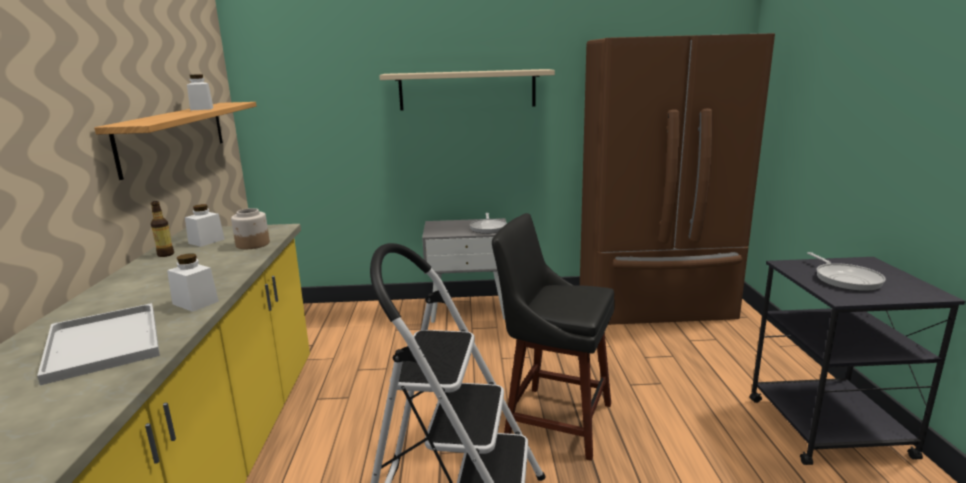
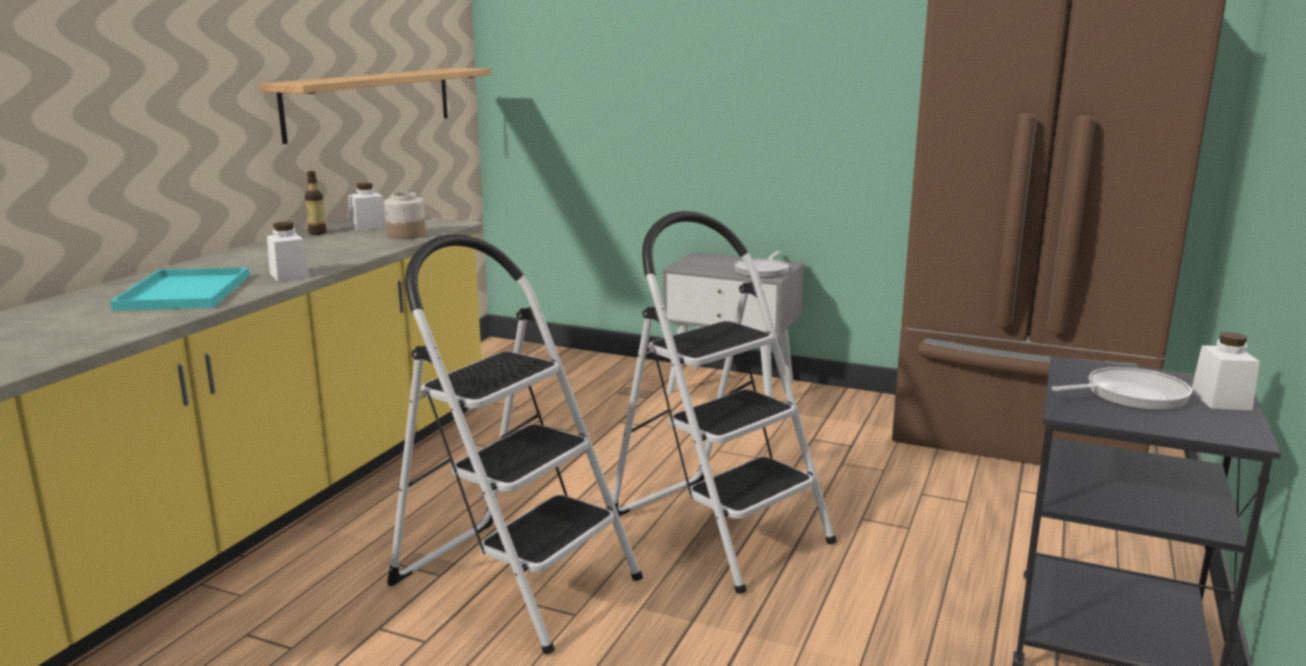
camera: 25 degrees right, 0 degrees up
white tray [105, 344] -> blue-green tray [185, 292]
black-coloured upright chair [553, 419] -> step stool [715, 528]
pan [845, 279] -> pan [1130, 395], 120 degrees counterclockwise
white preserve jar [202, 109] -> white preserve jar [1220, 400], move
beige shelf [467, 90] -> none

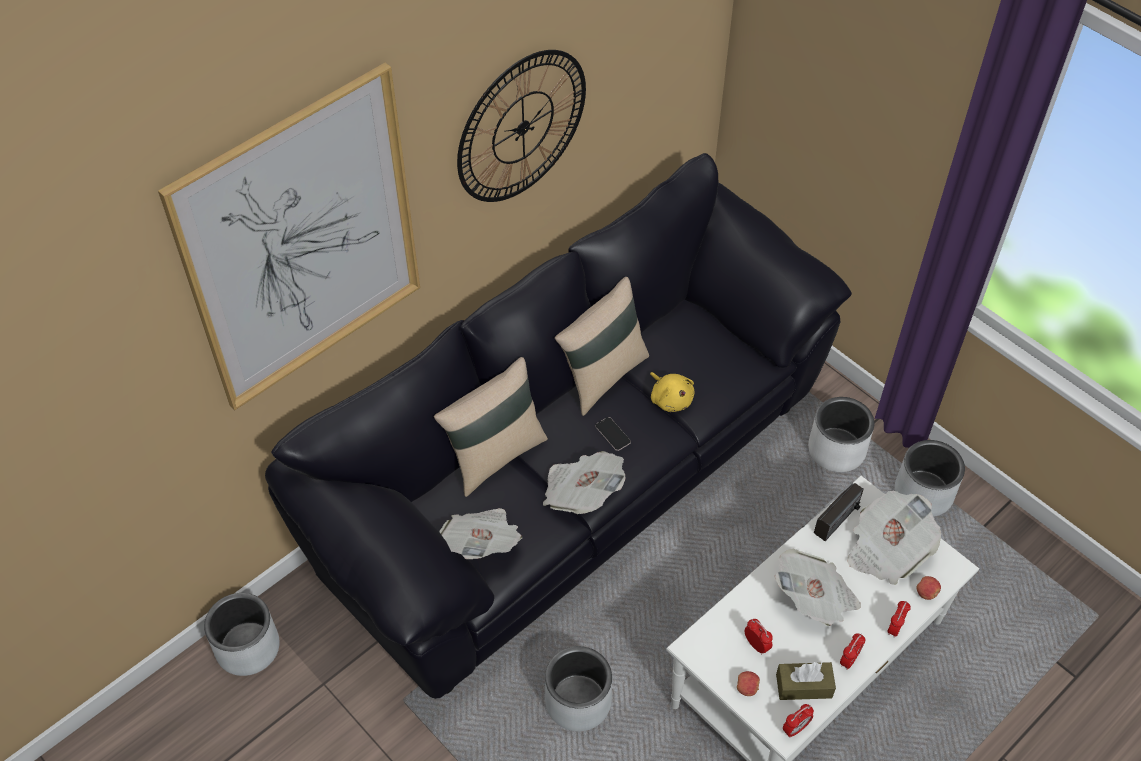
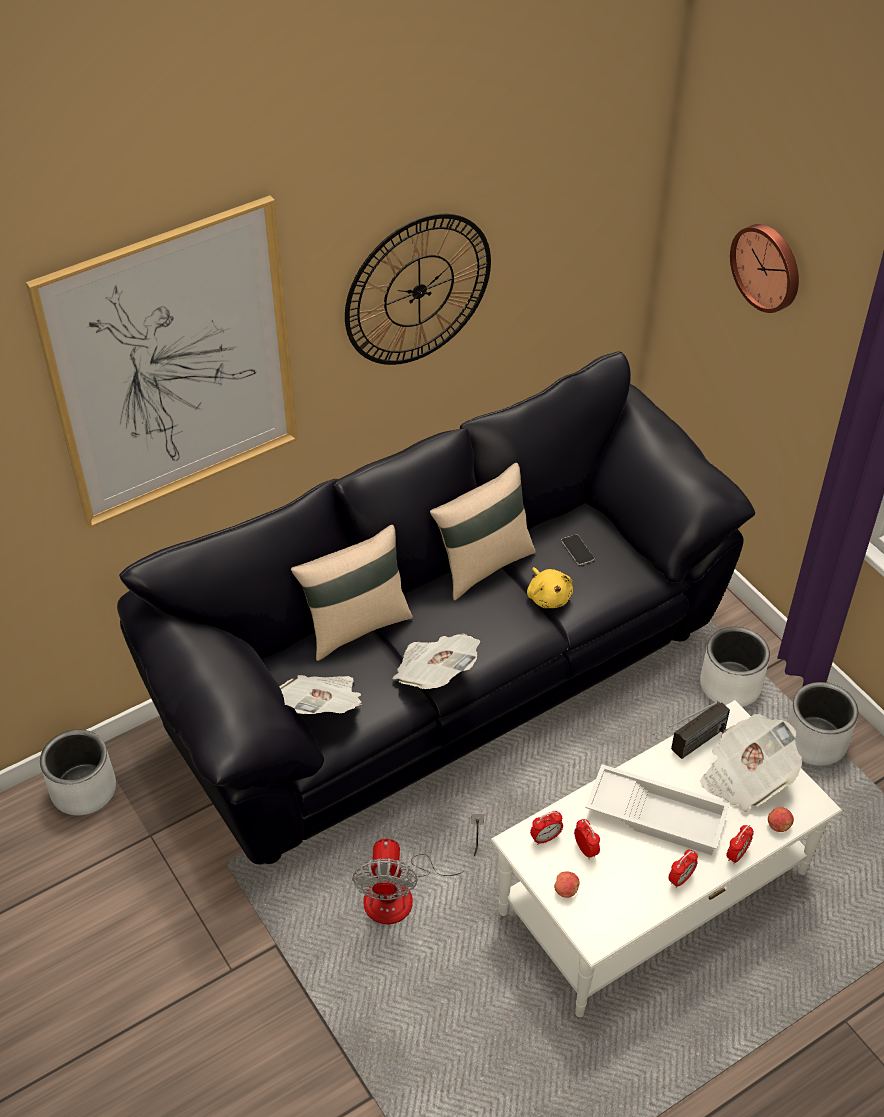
camera: 10 degrees right, 5 degrees down
greyish flower pot [578, 701] -> fan [404, 892]
bedside clock [795, 728] -> bedside clock [545, 838], move
handset [612, 434] -> handset [577, 550], move
daily paper [814, 599] -> white tray [657, 814]
none -> wall clock [768, 266]
brown tissue holder [804, 686] -> none

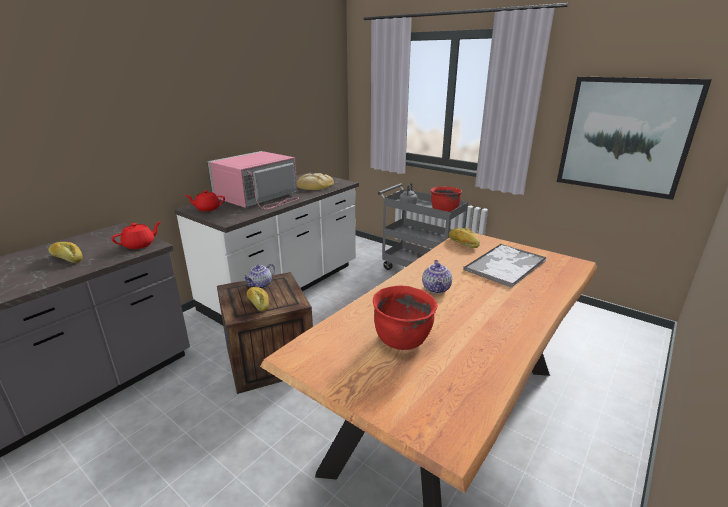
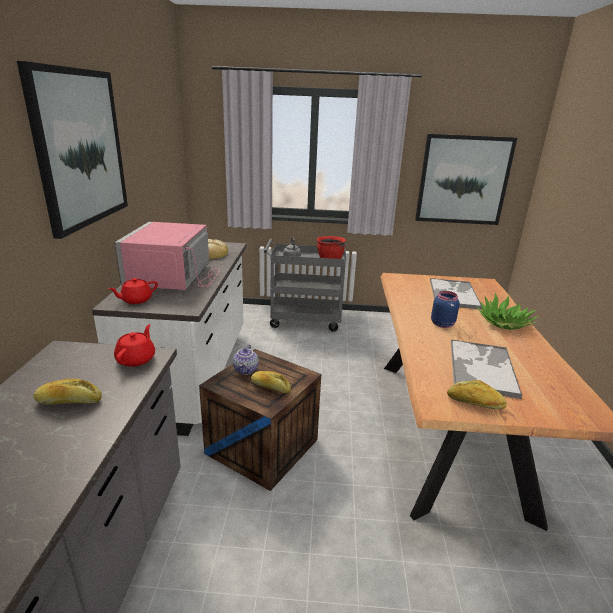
camera: 35 degrees left, 0 degrees up
none -> picture [80, 148]
teapot [437, 289] -> blue preserve jar [442, 324]
bread [463, 243] -> bread [475, 403], move
reddish saucepot [402, 340] -> tray [481, 367]
none -> plant in a pot [504, 323]

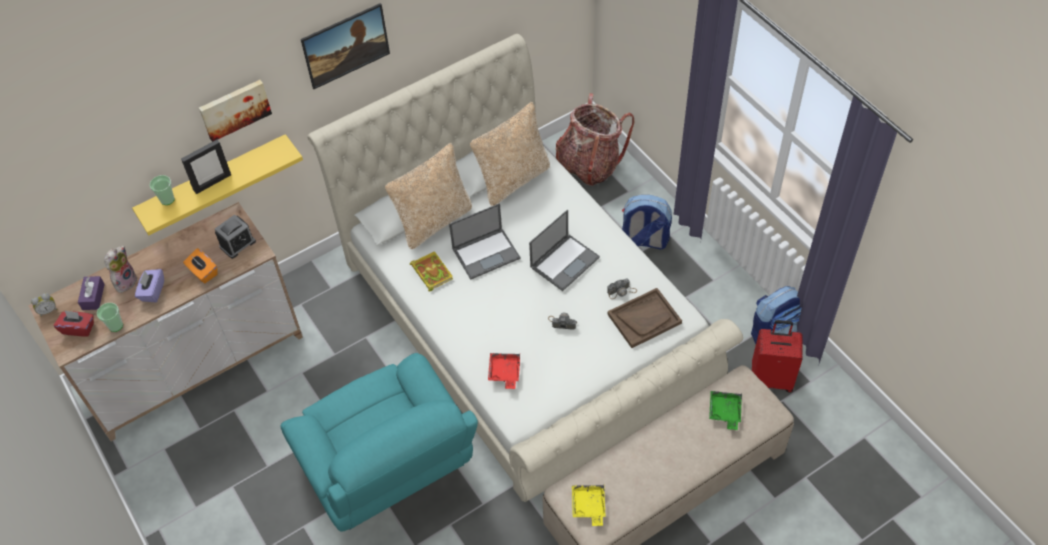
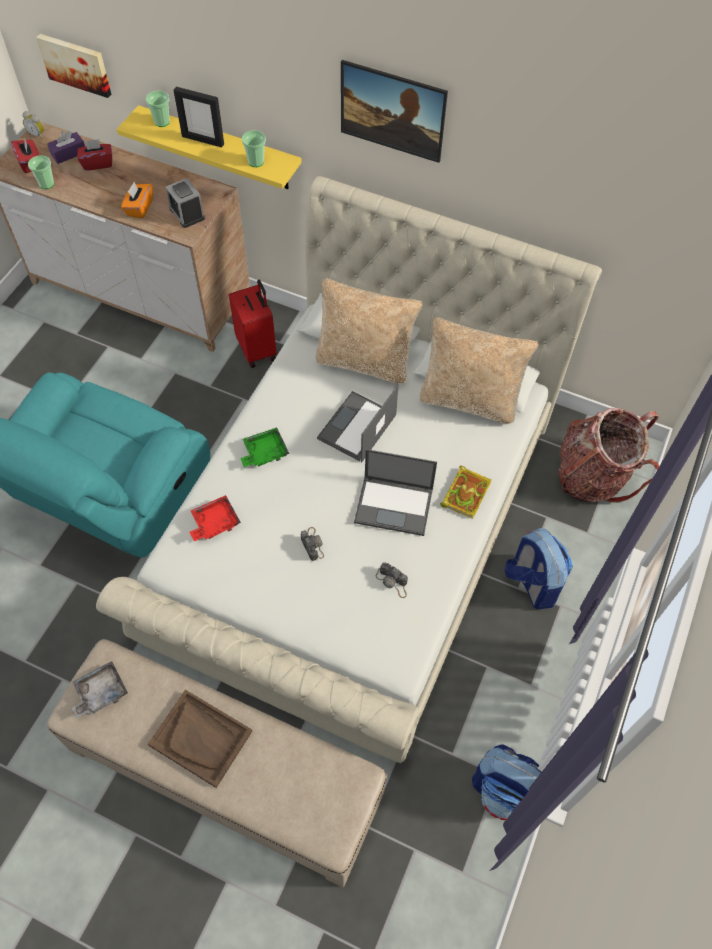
camera: 55 degrees right, 5 degrees up
picture [234, 109] -> picture [76, 64], move
yellowish tray [588, 506] -> greyish tray [100, 693]
cuddly toy [125, 281] -> reddish tissue holder [98, 163]
brown tray [644, 318] -> brown tray [201, 738], move
bedside clock [237, 244] -> bedside clock [187, 213], 45 degrees clockwise
reddish suitcase [771, 378] -> reddish suitcase [257, 349], move
greenish tray [724, 412] -> greenish tray [264, 452], move
none -> cup [256, 162]
laptop [486, 253] -> laptop [356, 428], 90 degrees clockwise
volume [431, 272] -> volume [466, 492], move
purple tissue holder [152, 291] -> none

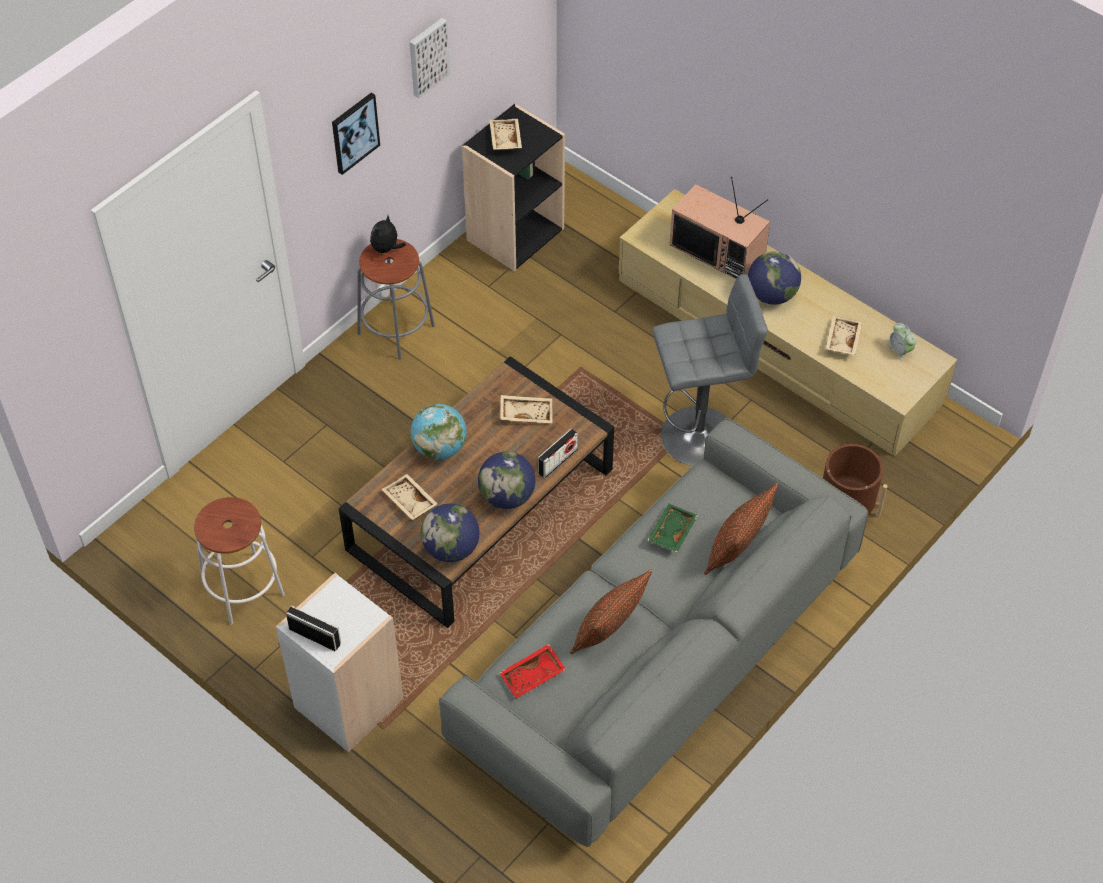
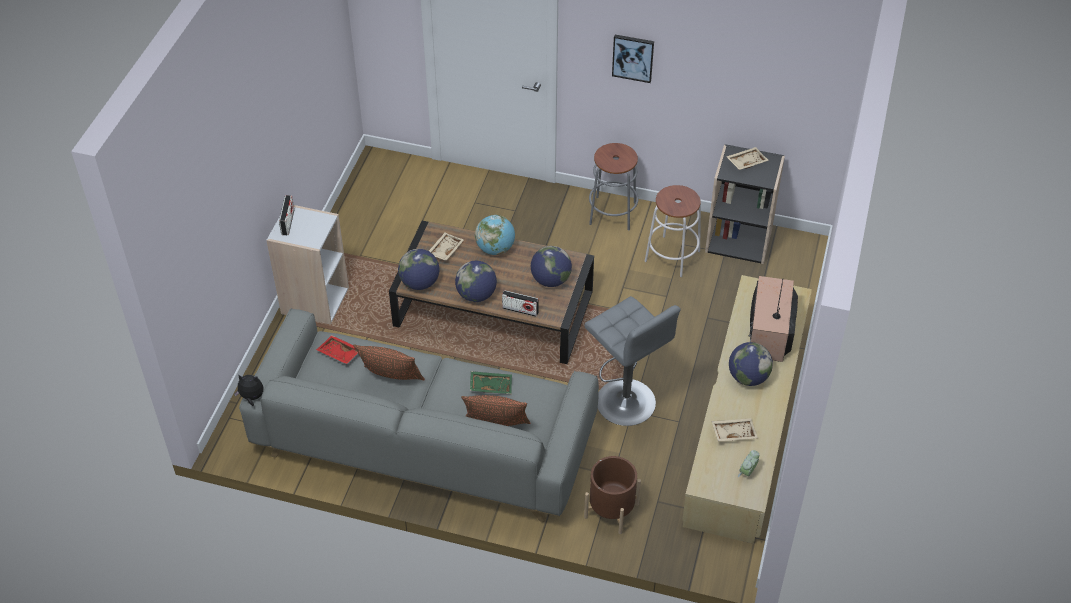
camera: 65 degrees right, 5 degrees down
cuddly toy [386, 249] -> cuddly toy [251, 397], move
beige tray [526, 413] -> world globe [550, 280]
white stool [243, 588] -> white stool [672, 256], move
picture [427, 56] -> none

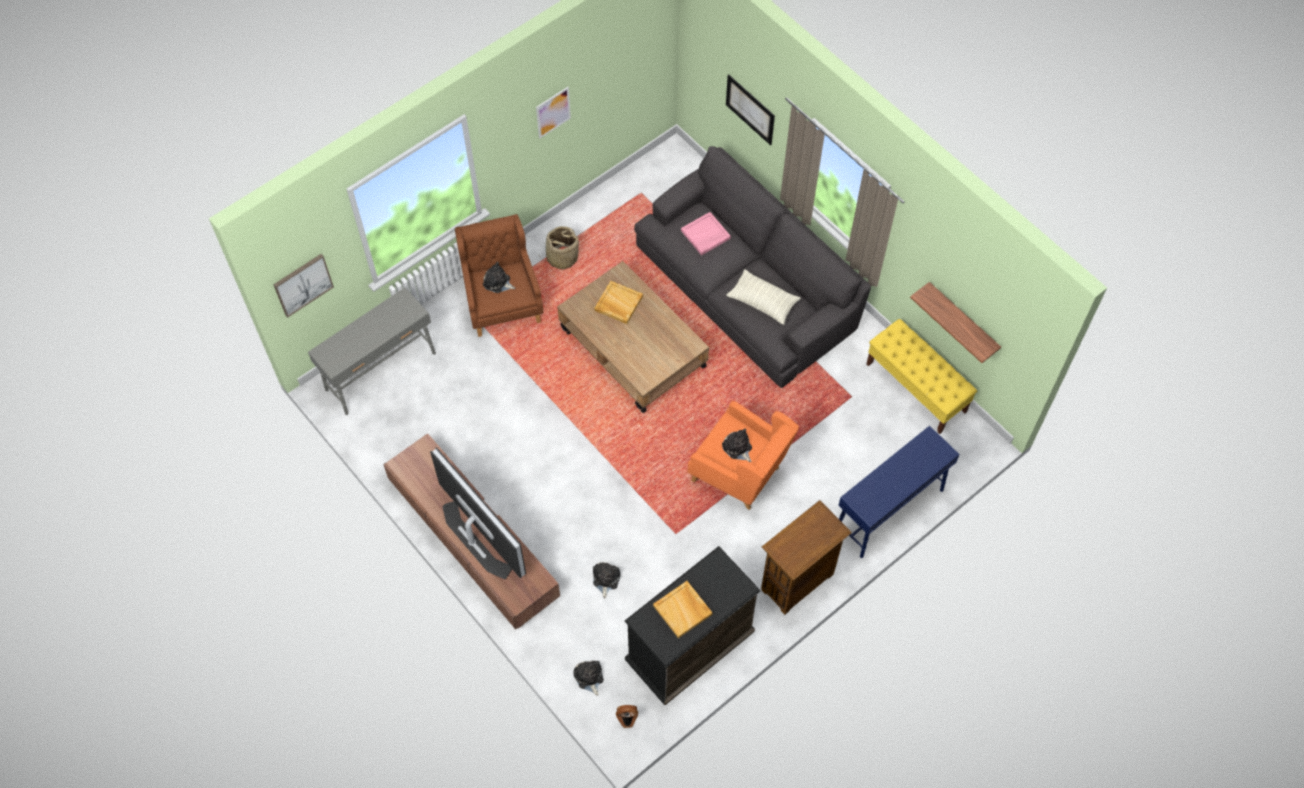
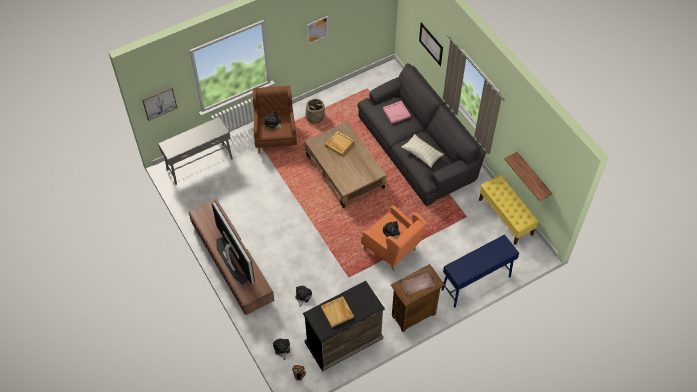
camera: 10 degrees right, 5 degrees down
none -> brown tray [418, 283]

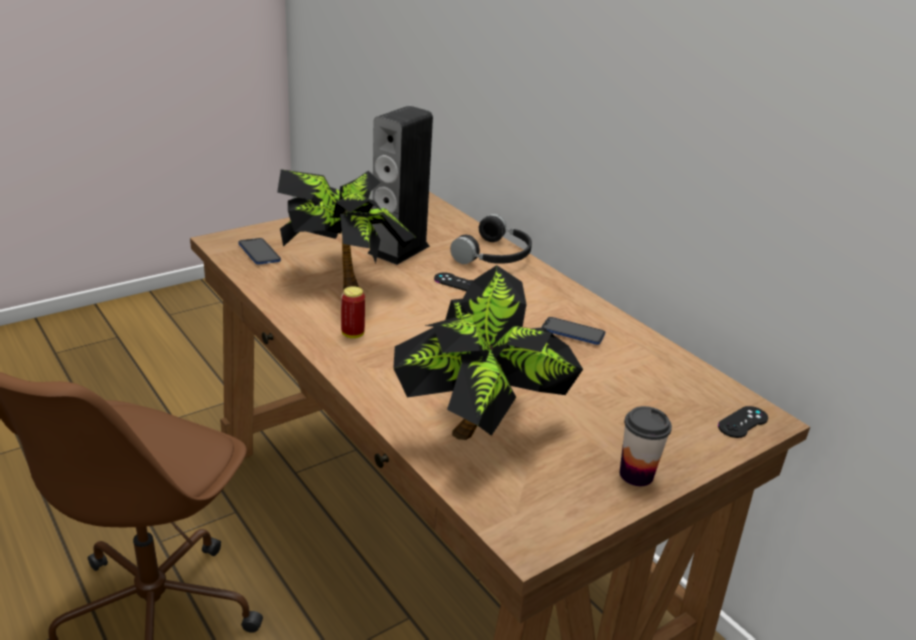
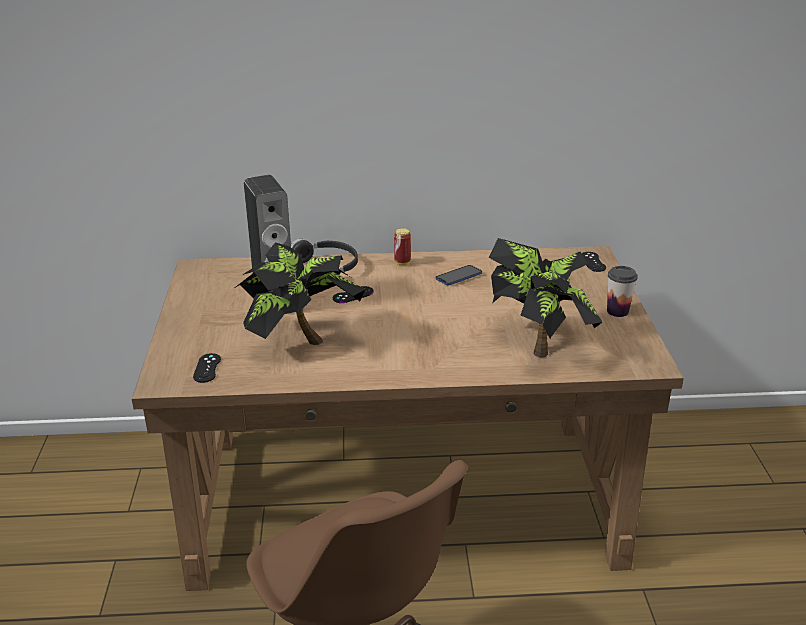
camera: 55 degrees left, 0 degrees up
handset [259, 253] -> black-coloured game controller [207, 368]
metal can [352, 334] -> metal can [402, 263], move

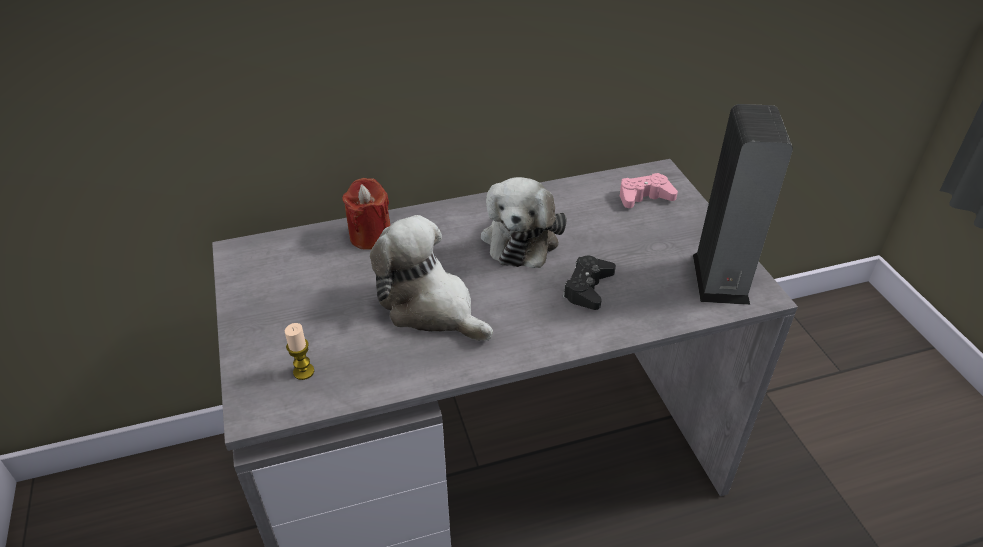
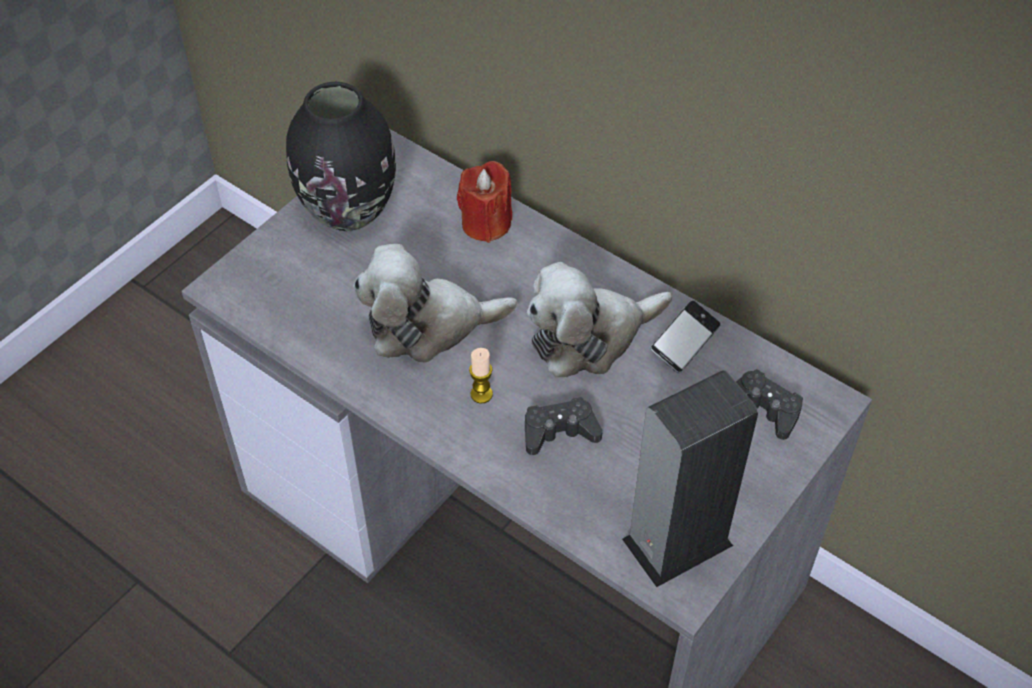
camera: 55 degrees right, 10 degrees up
none -> black-coloured flower vase [349, 209]
cuddly toy [430, 307] -> cuddly toy [428, 325], 105 degrees counterclockwise
wax light [303, 371] -> wax light [481, 394], move
none -> handset [684, 341]
pinkish game controller [644, 197] -> black-coloured game controller [764, 409]

